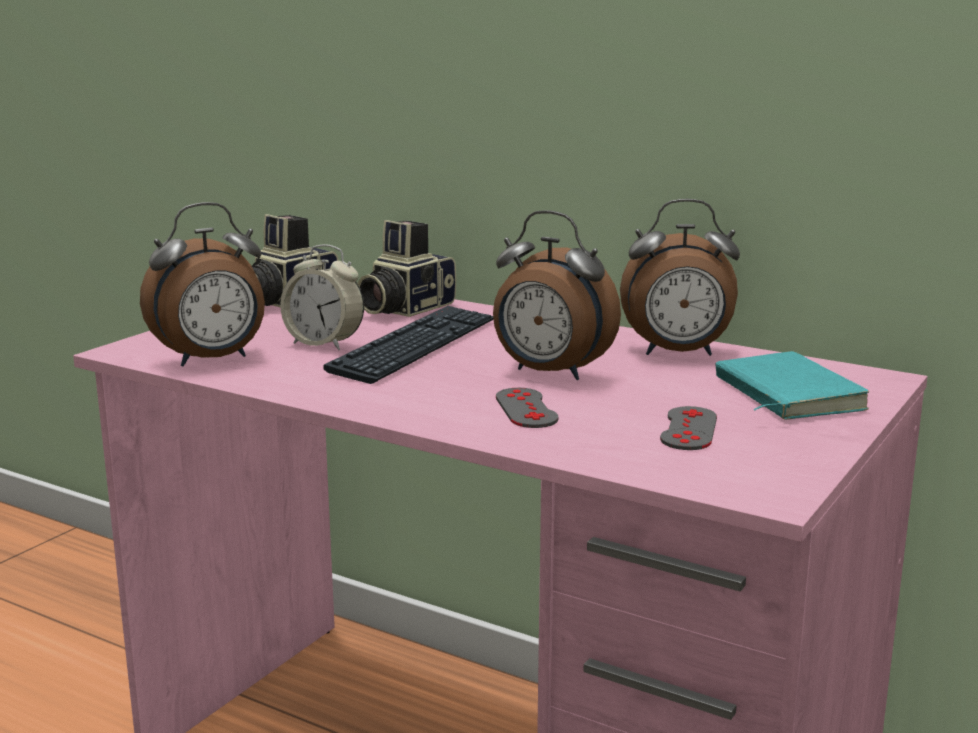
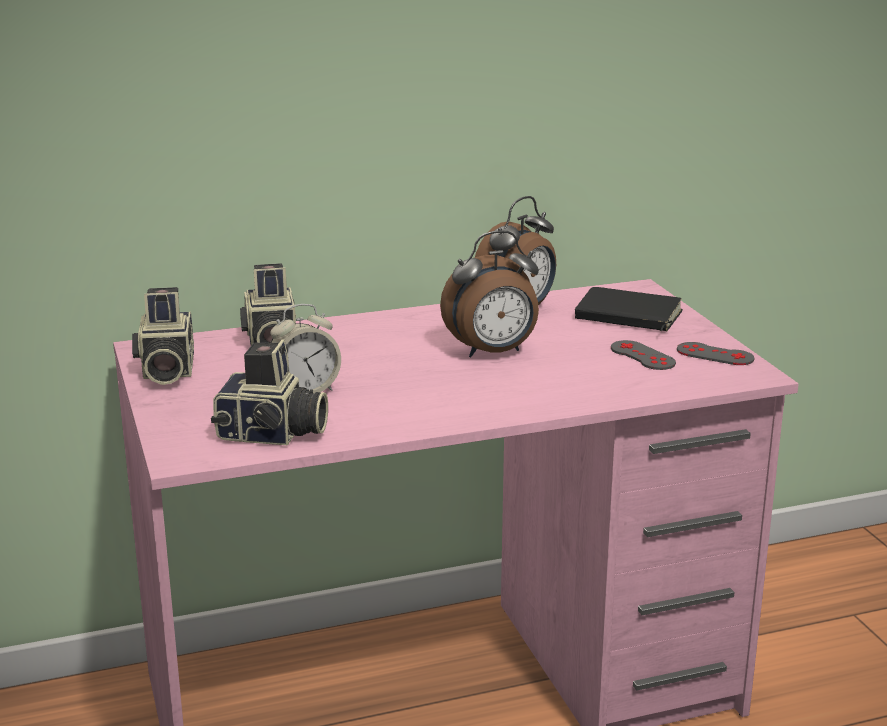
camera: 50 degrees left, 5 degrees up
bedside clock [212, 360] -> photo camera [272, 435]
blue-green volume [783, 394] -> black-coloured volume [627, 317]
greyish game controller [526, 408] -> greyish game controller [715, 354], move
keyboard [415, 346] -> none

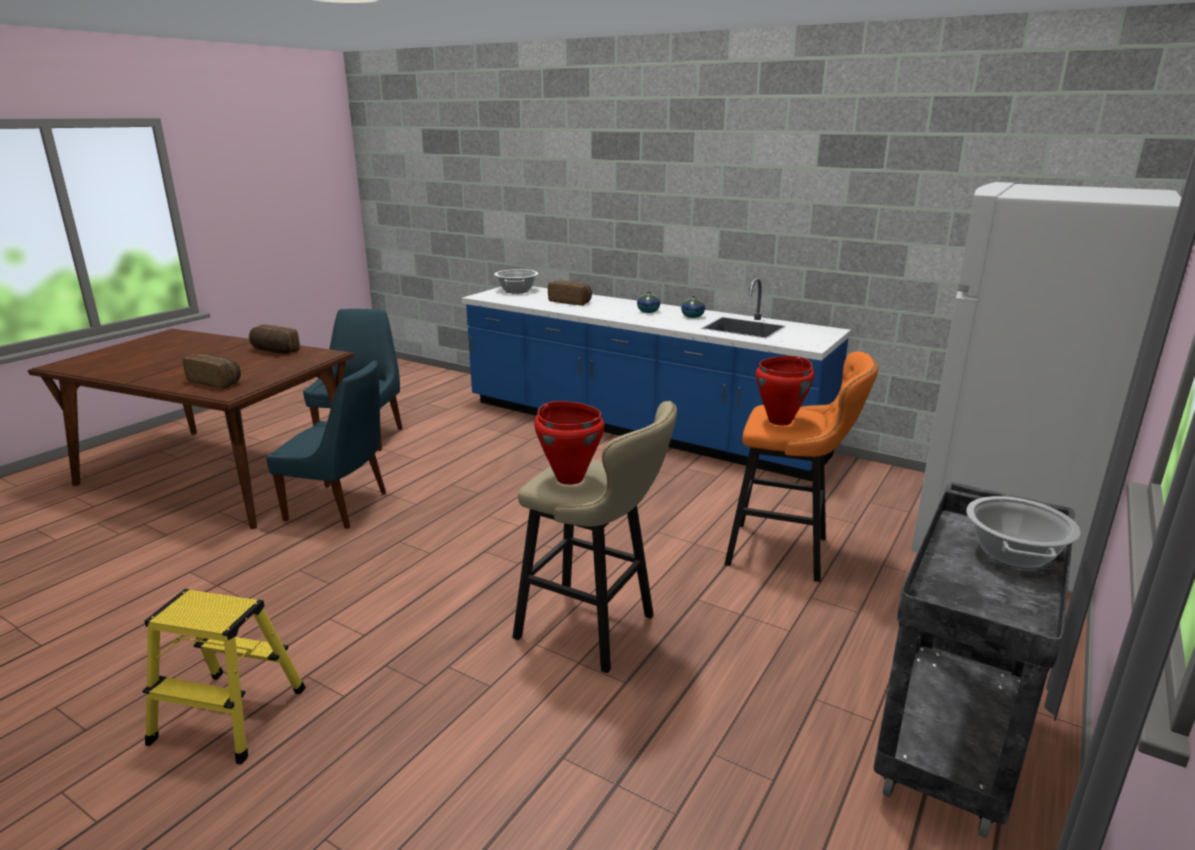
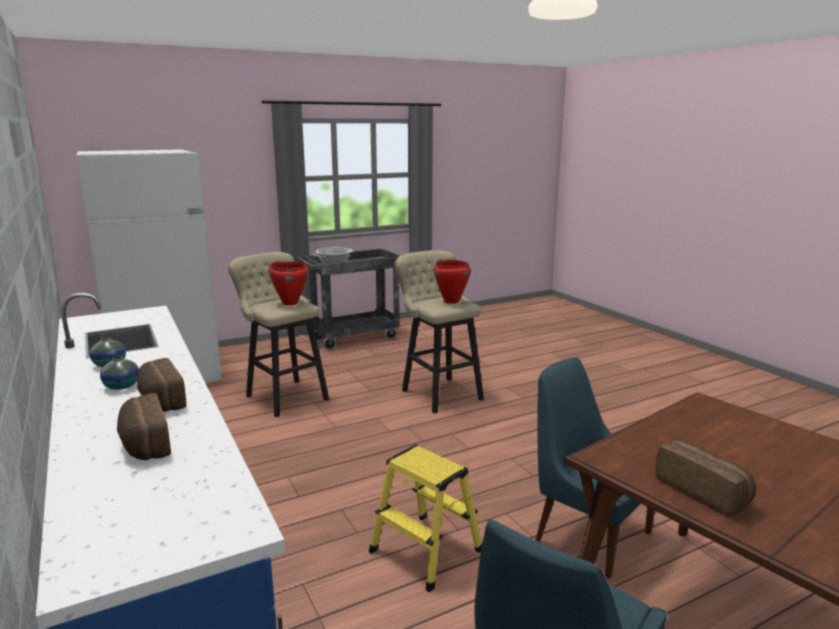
camera: 150 degrees left, 5 degrees down
bread [217, 382] -> bread [160, 400], move
orangey stool [791, 553] -> beige stool [282, 394]
yellowish step stool [228, 714] -> yellowish step stool [426, 550], move
saucepot [517, 291] -> none

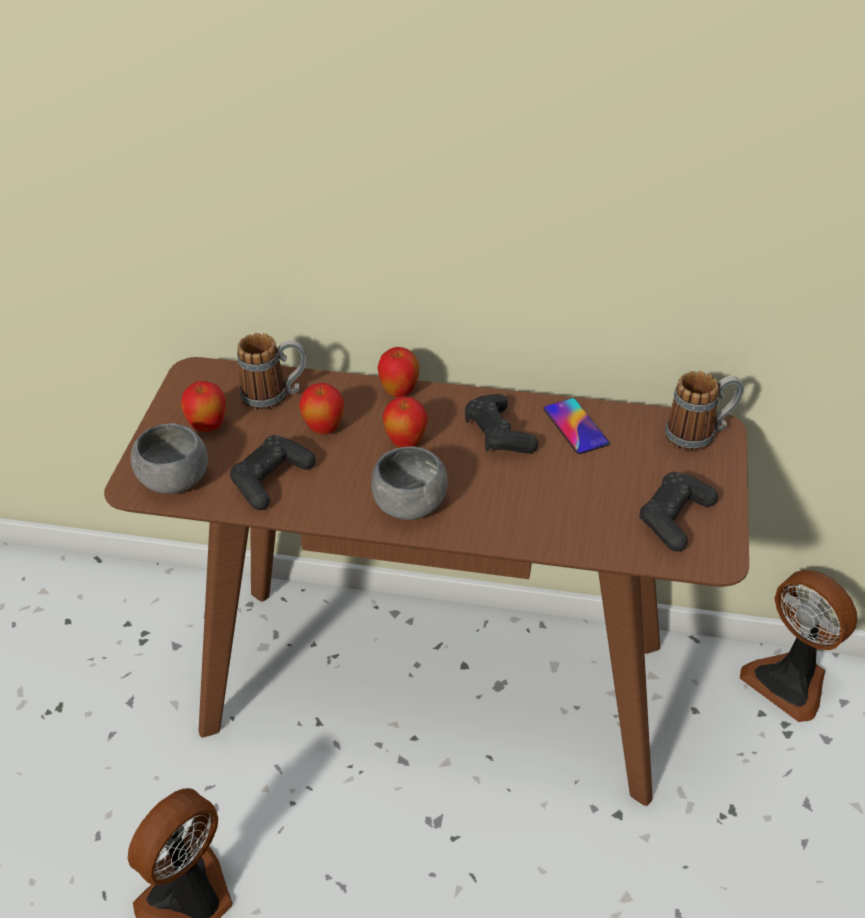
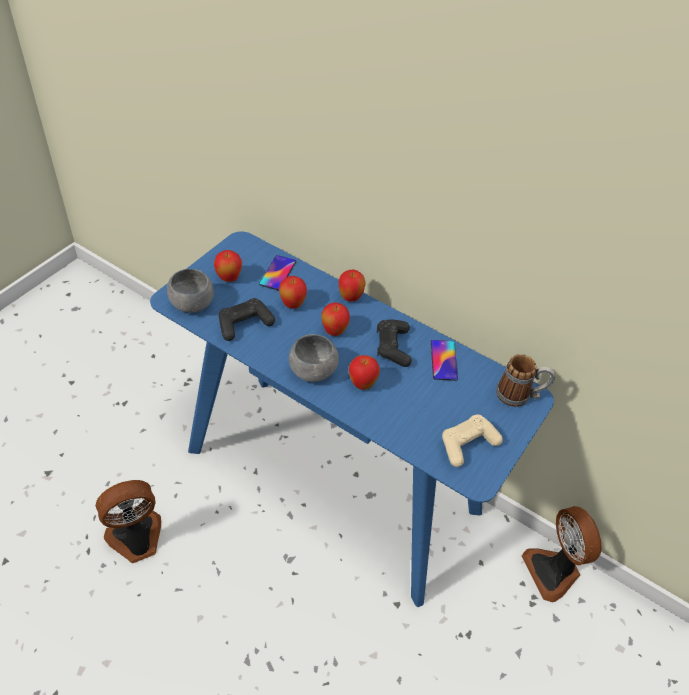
camera: 20 degrees right, 5 degrees up
brown narrow table [437, 685] -> blue narrow table [333, 479]
mug [275, 395] -> handset [278, 273]
none -> apple [362, 384]
black-coloured game controller [675, 518] -> beige game controller [467, 444]

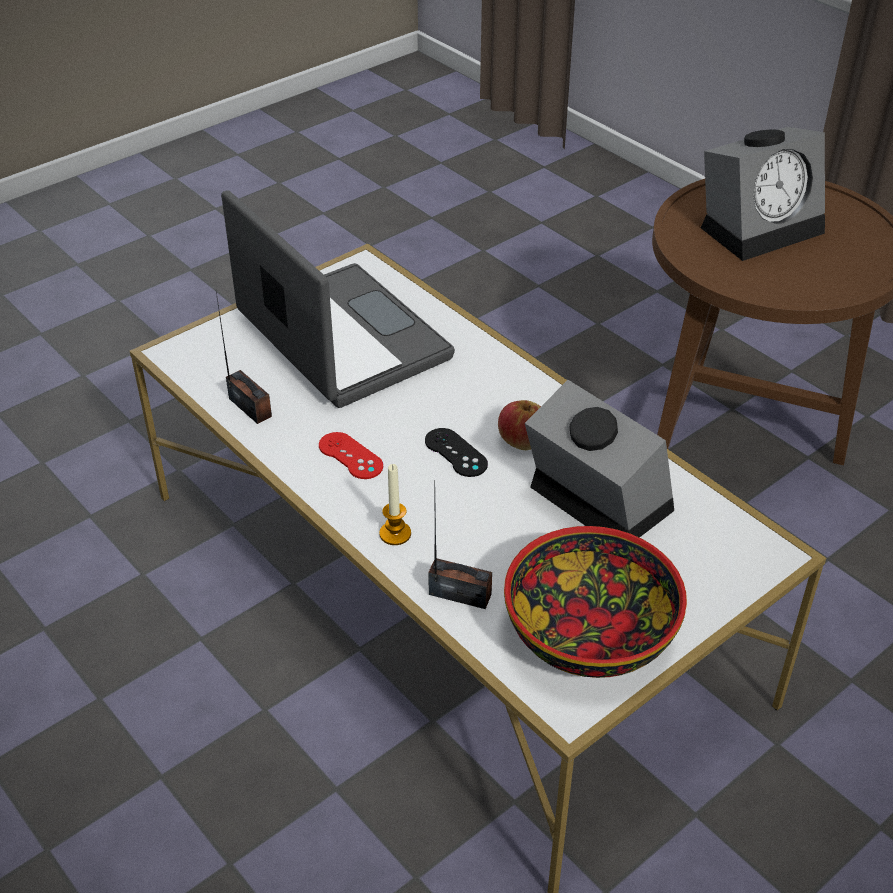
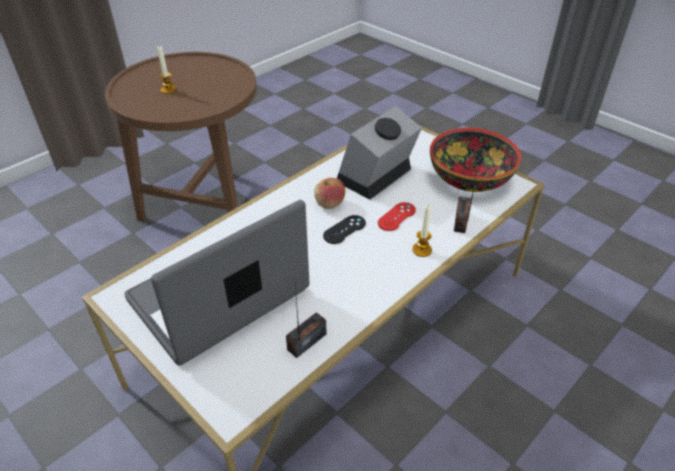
camera: 95 degrees left, 0 degrees up
bedside clock [761, 226] -> wax light [168, 90]
reddish game controller [350, 456] -> reddish game controller [397, 217], move

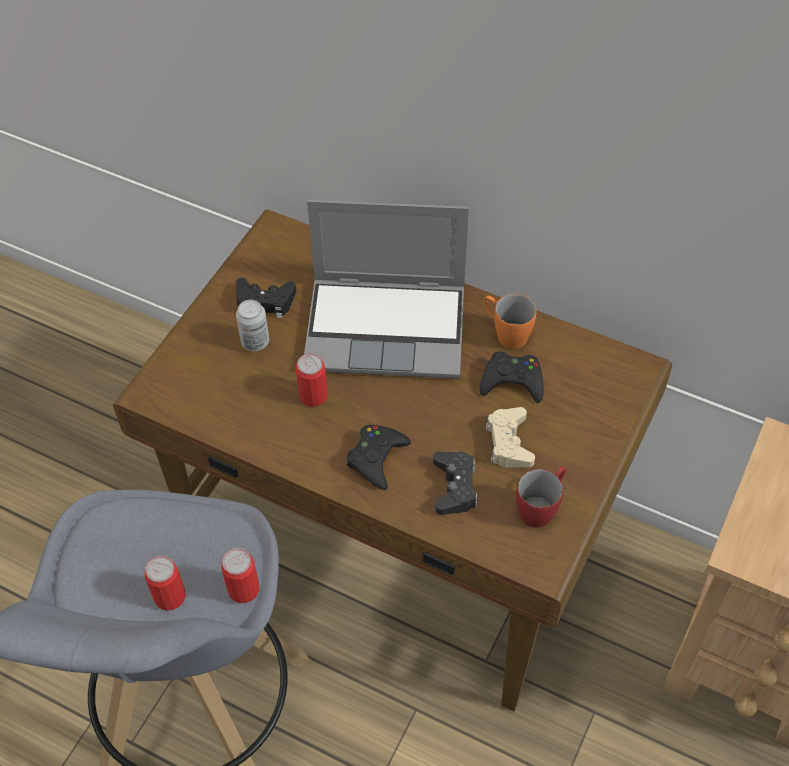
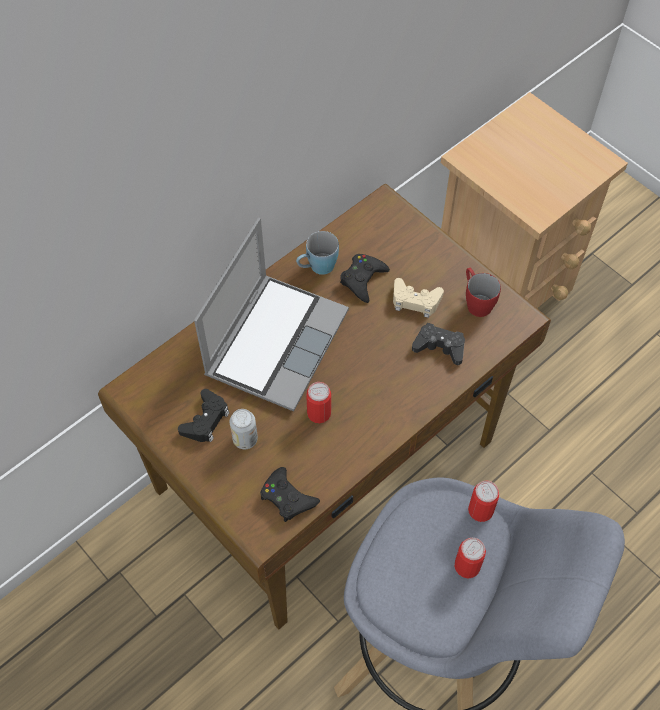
camera: 70 degrees left, 5 degrees up
black-coloured game controller [376, 458] -> black-coloured game controller [287, 498], move
orangey mug [505, 333] -> blue mug [317, 267]

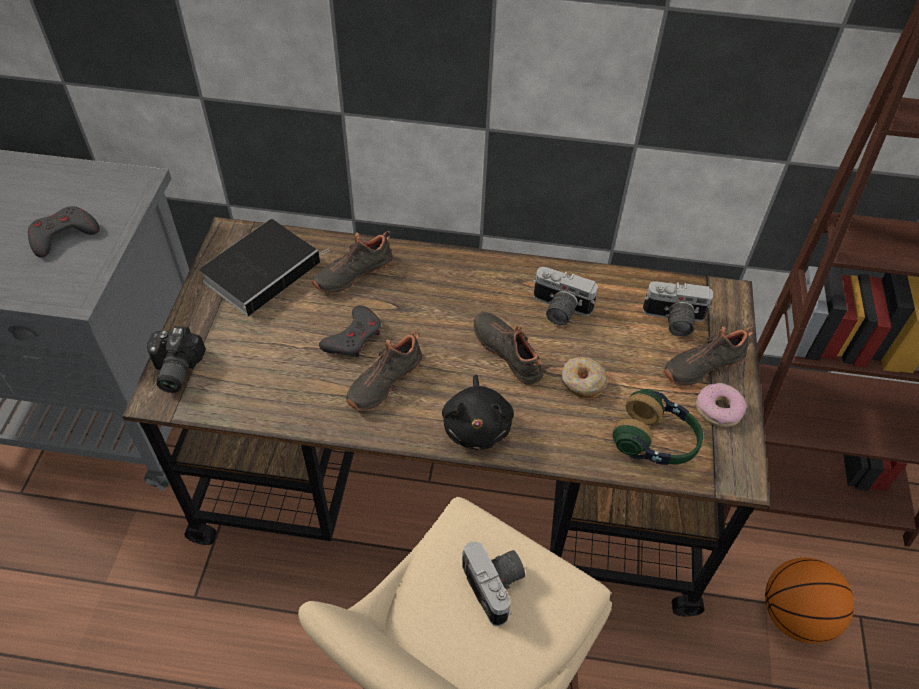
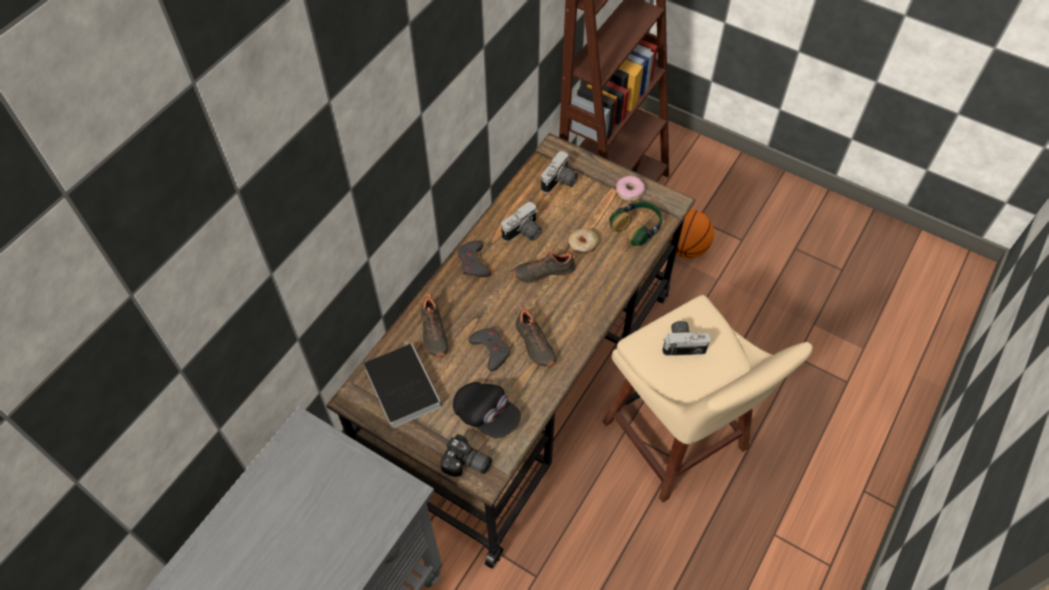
camera: 65 degrees left, 5 degrees up
none -> black-coloured baseball cap [486, 415]
greyish game controller [63, 235] -> greyish game controller [473, 262], move
black-coloured cuddly toy [477, 425] -> none
black-coloured shoe [702, 364] -> none

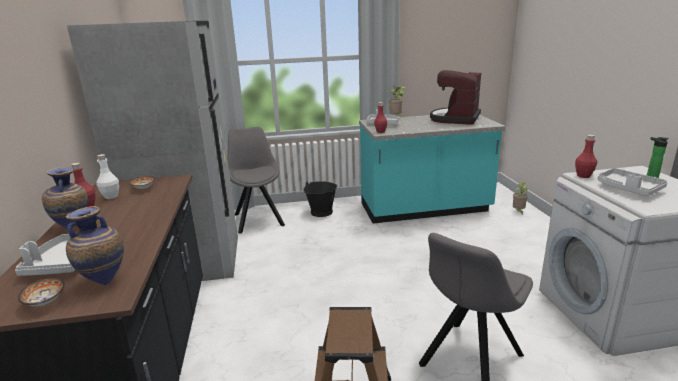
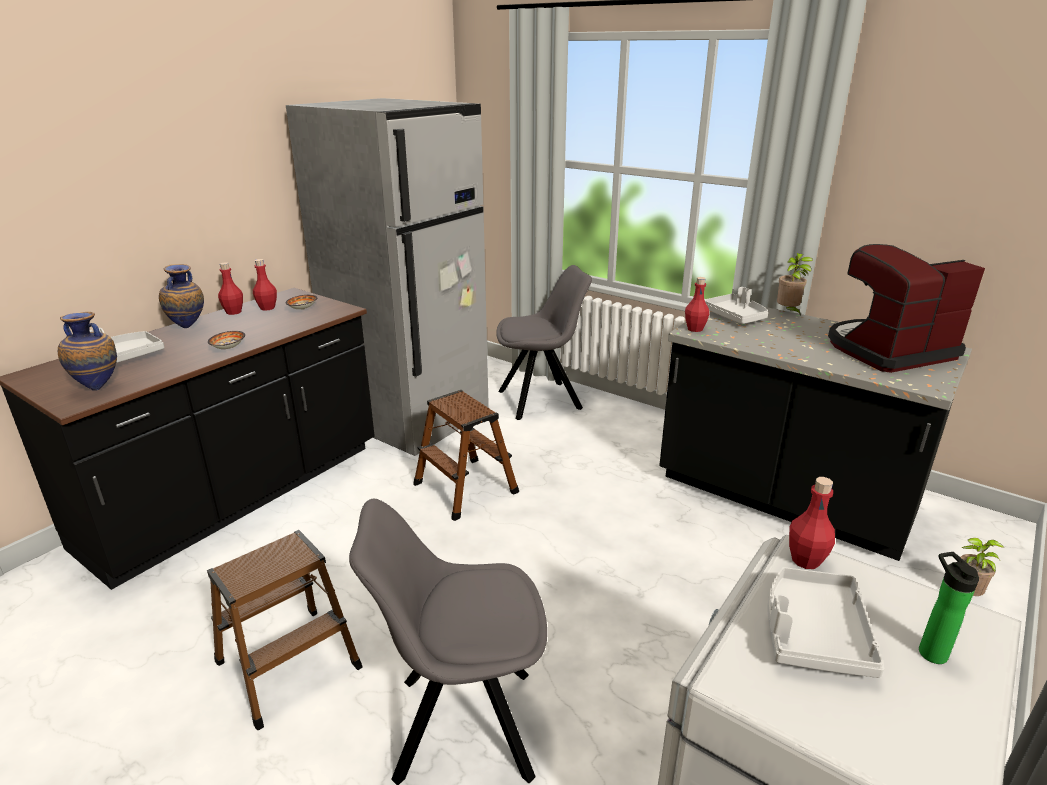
camera: 45 degrees right, 5 degrees up
deep dish [44, 302] -> deep dish [227, 348], move
white drink bottle [111, 196] -> reddish drink bottle [267, 308]
none -> brown step stool [466, 488]
greyish upright chair [258, 220] -> greyish upright chair [540, 400], 45 degrees clockwise
blue-green kitchen counter [424, 209] -> black-coloured kitchen counter [783, 497]
black-coloured bucket [321, 212] -> none

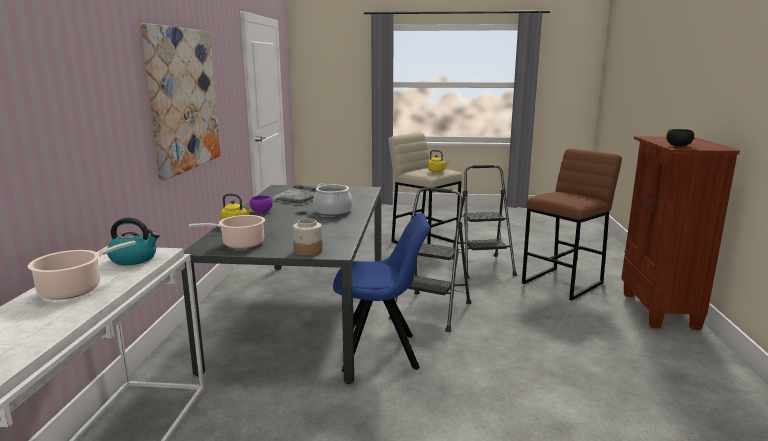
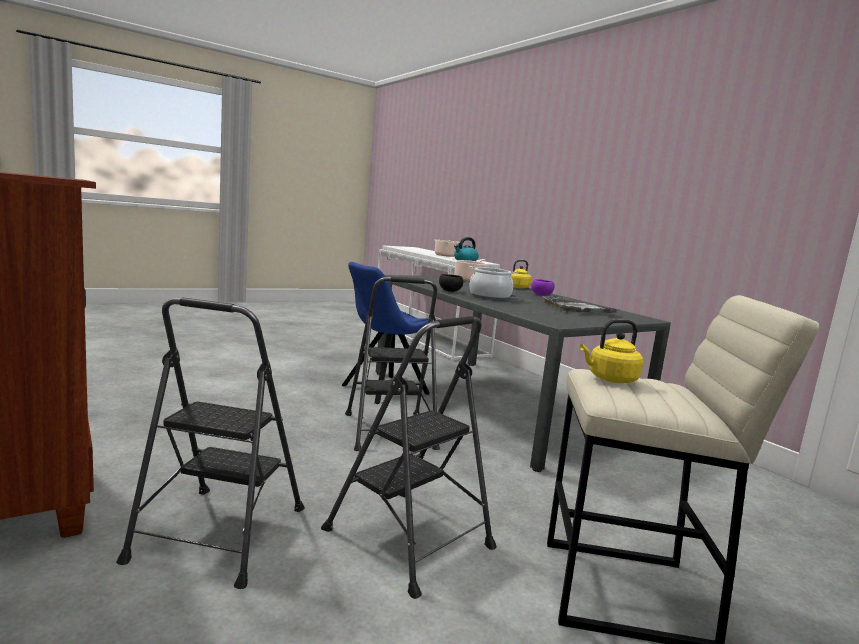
camera: 140 degrees right, 5 degrees down
brown stool [563, 282] -> black-coloured step stool [216, 535]
black-coloured deep dish [678, 146] -> black-coloured deep dish [450, 291], move
picture [183, 99] -> none
preserve jar [308, 251] -> none

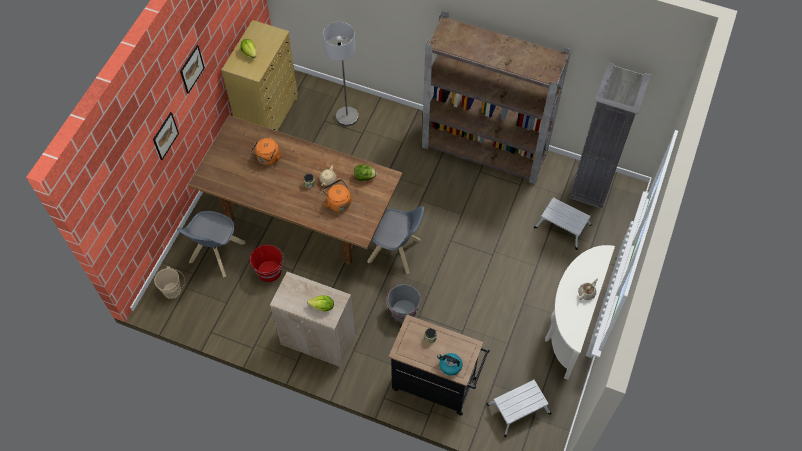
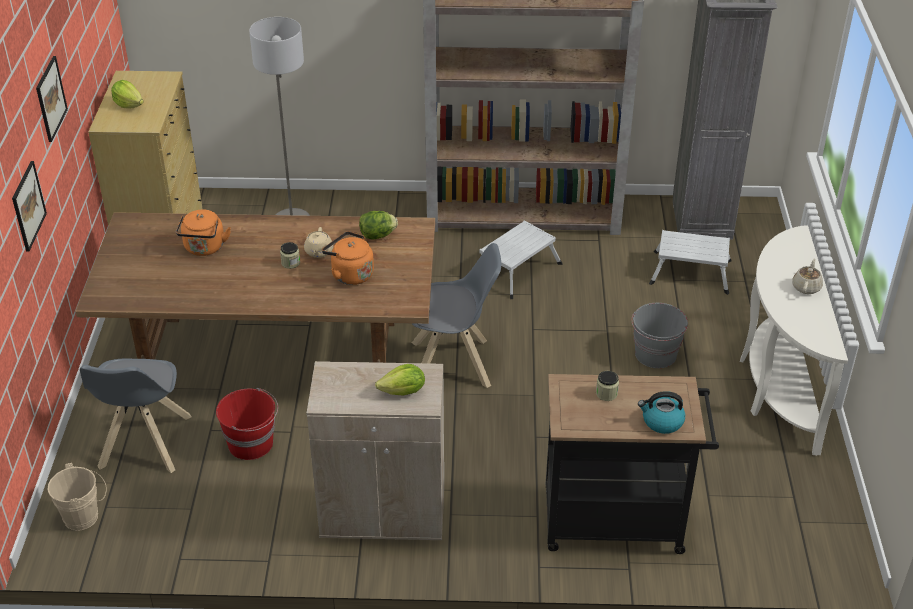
camera: 20 degrees left, 20 degrees down
white step stool [518, 409] -> white step stool [516, 269], move
greyish bucket [403, 311] -> greyish bucket [655, 355], move

